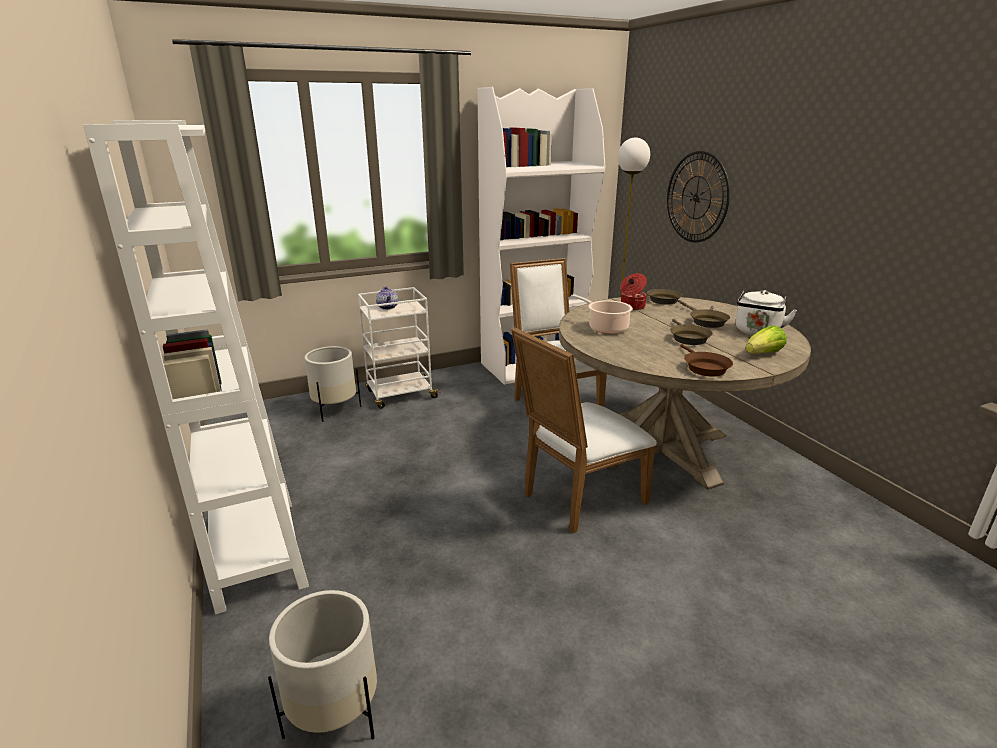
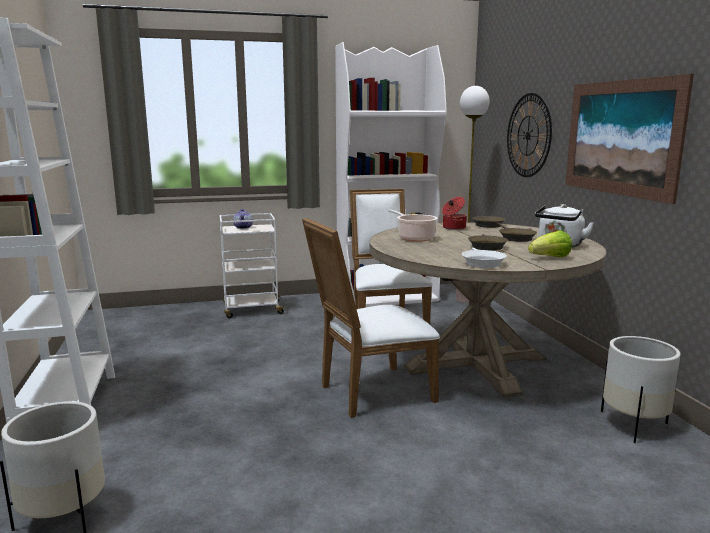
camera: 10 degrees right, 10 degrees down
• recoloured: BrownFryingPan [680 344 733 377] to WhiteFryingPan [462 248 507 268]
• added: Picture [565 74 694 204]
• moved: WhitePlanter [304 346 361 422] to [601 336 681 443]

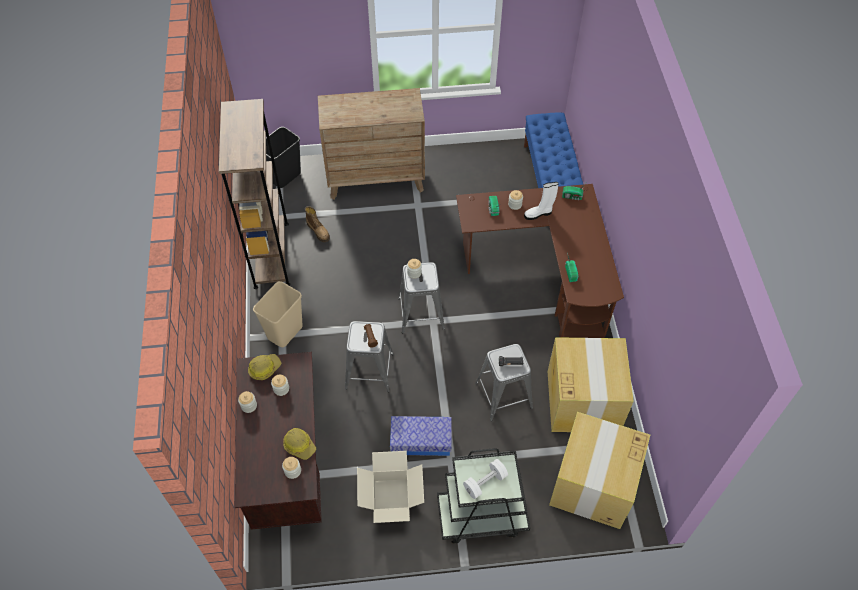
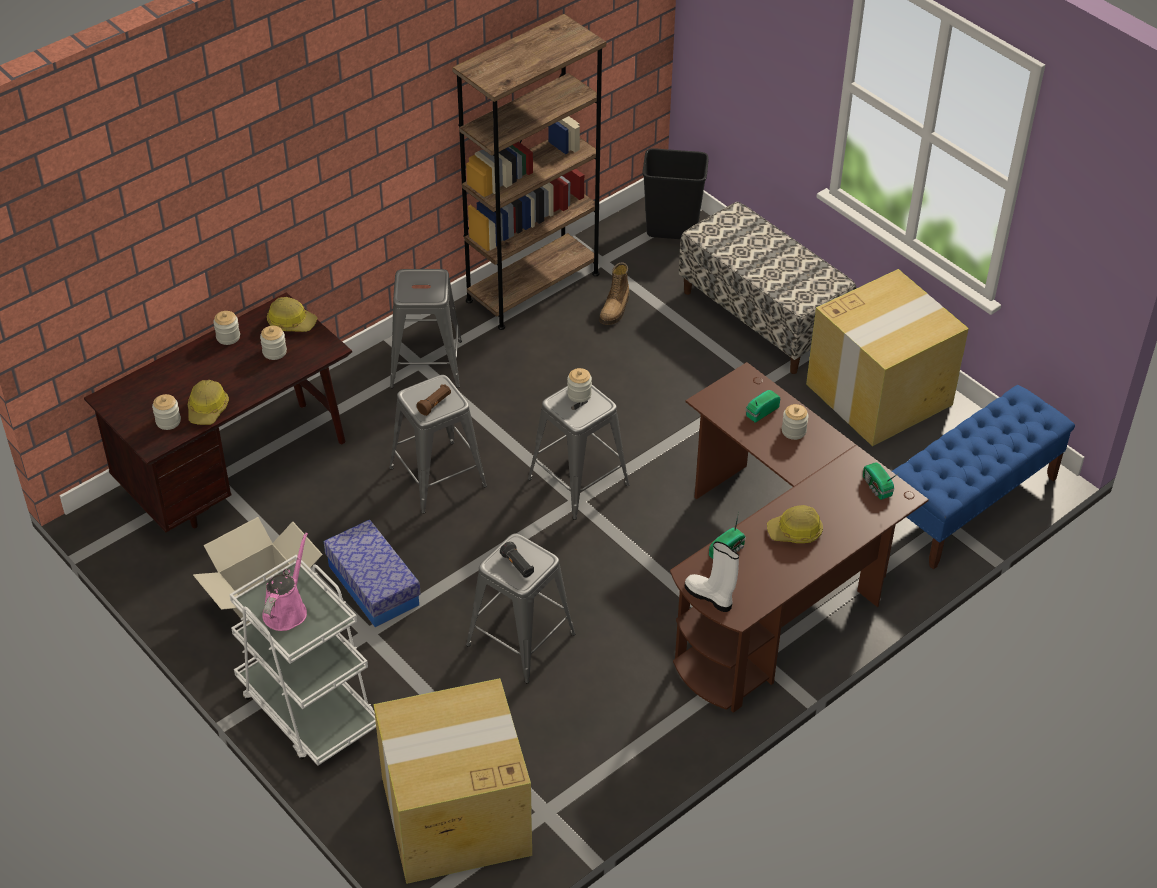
camera: 55 degrees right, 10 degrees down
• recoloured: BlackCart [437 448 530 544] to WhiteCart [229 555 376 766]
• replaced: WhiteDumbbell [463 459 508 499] to PinkWateringCan [262 533 308 631]
• replaced: BeigeTrashCan [253 281 303 347] to GreyStool [390 269 462 388]
• replaced: BrownDresser [318 88 425 199] to Bench [679 202 856 374]
• moved: WhiteBoot [524 182 558 220] to [685 541 739 612]
• added: HardHat [767 505 823 543]
• moved: CardboardBox [547 337 634 432] to [806 269 969 446]

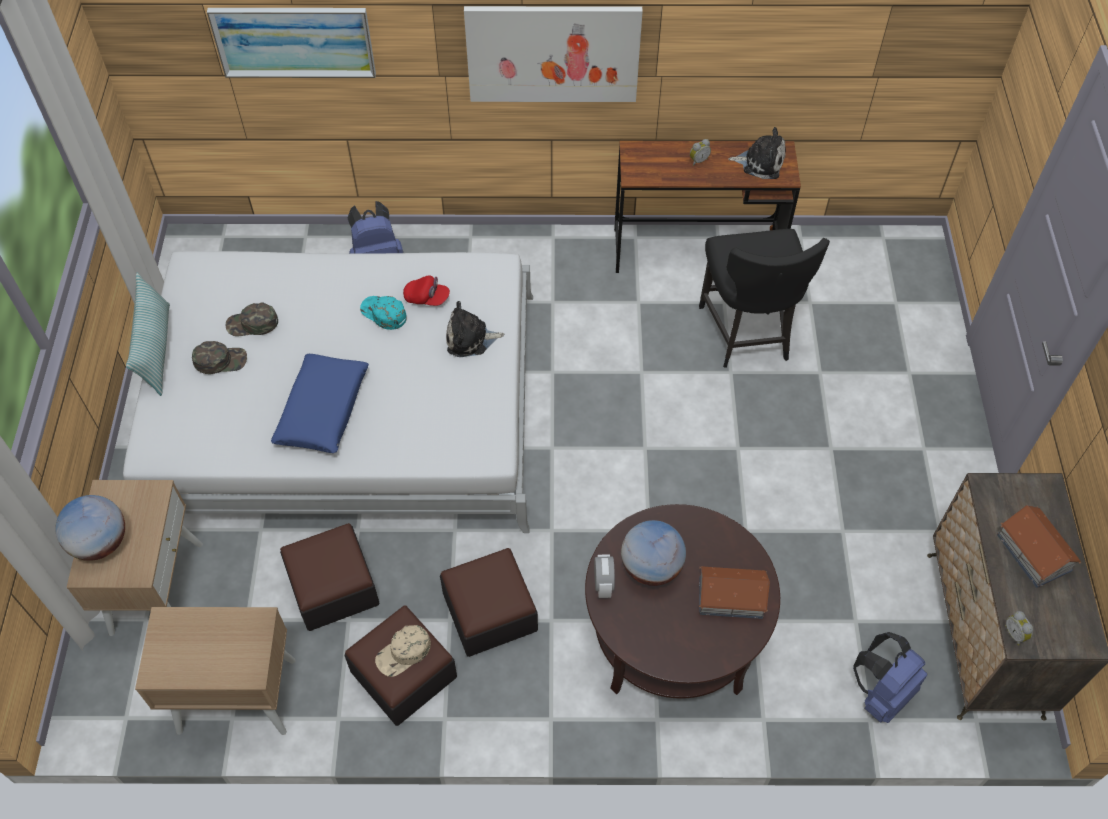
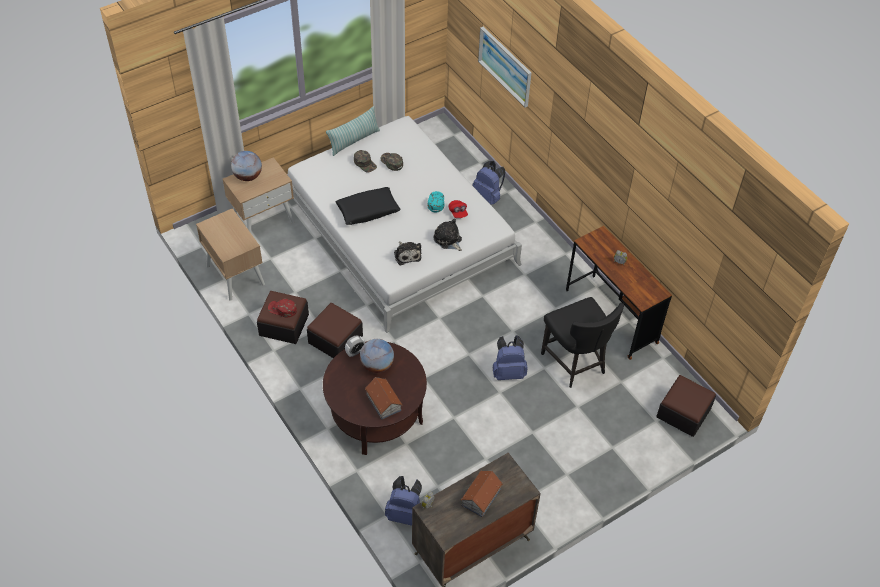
camera: 55 degrees right, 5 degrees down
• recoloured: BeigeCap [375 625 431 677] to RedCap [268 299 297 318]
• recoloured: BluePillow [271 354 369 453] to BlackPillow [336 187 400 225]
• moved: PlushToy [728 127 786 179] to [394 242 421 265]
• added: BlueBackpack [493 335 528 380]
• turned: BlackChair [699 229 830 368] = [541 297 624 388] 75 degrees counterclockwise
• moved: Ottoman [280 523 380 631] to [656 375 716 437]
• removed: Picture [464 6 643 102]

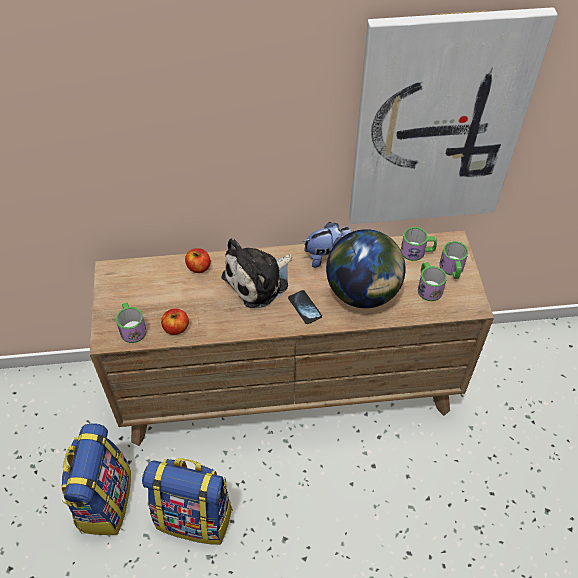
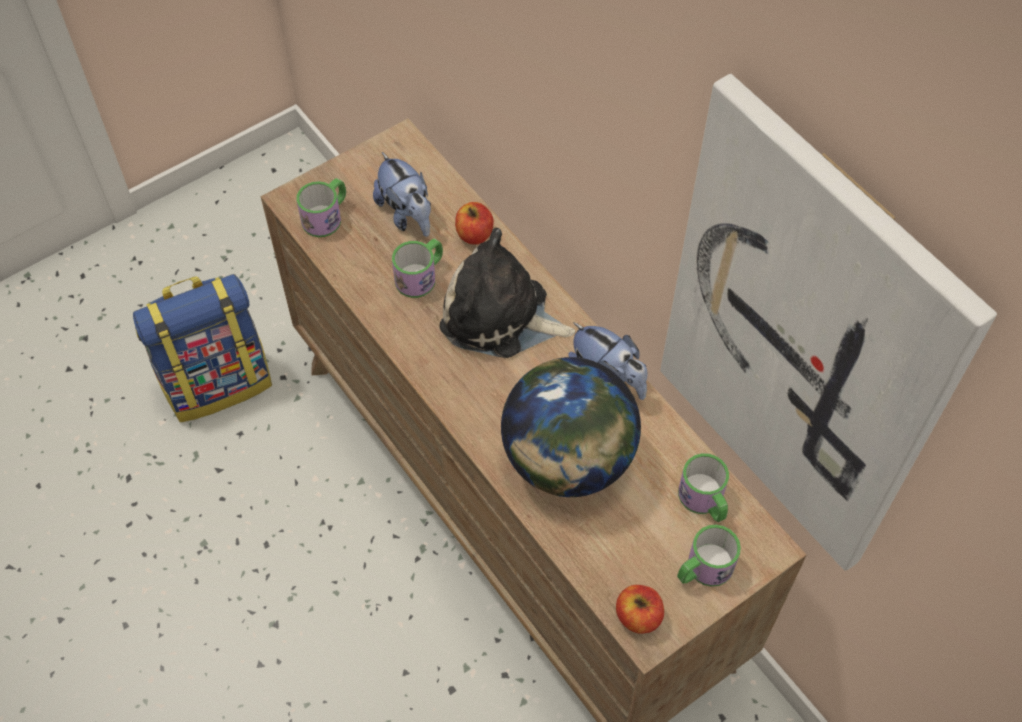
camera: 60 degrees right, 5 degrees up
• added: PlushToy [373 152 431 237]
• moved: Mug [418 262 447 301] to [392 238 443 298]
• moved: Apple [161 309 189 335] to [616 585 664 634]
• removed: Backpack [142 458 233 545]
• removed: Phone [288 290 322 324]

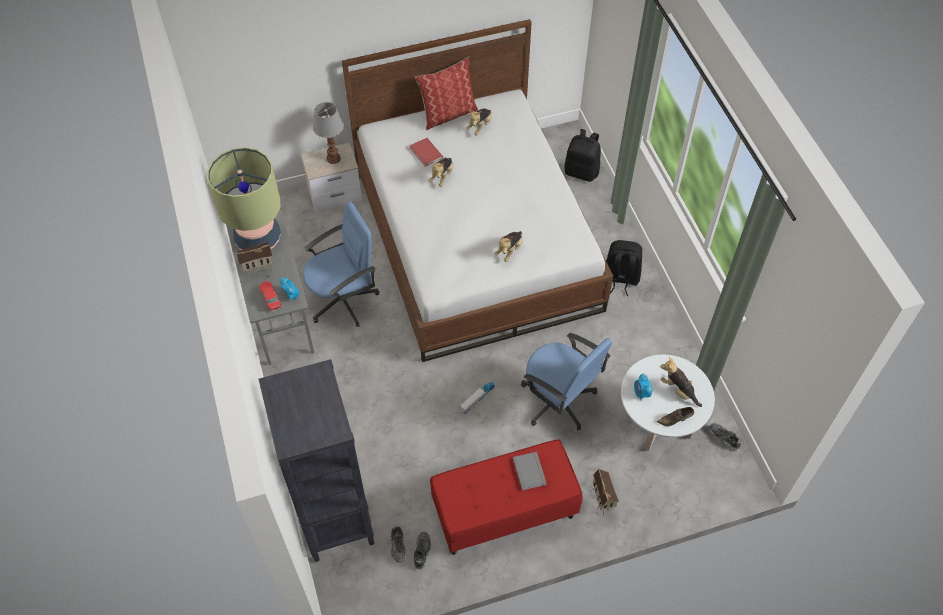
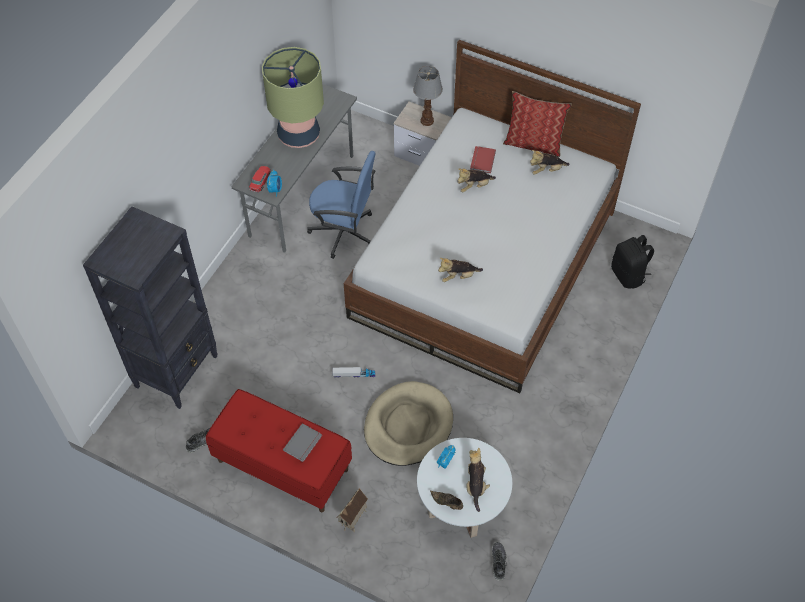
camera: 45 degrees right, 0 degrees up
• replaced: BlueOfficeChair [521 333 612 431] to BeigeDogBed [364 381 453 466]
• removed: ToyHouse [236 242 273 284]
• removed: Shoe [390 526 406 563]
• removed: BlackBackpack [606 240 642 296]

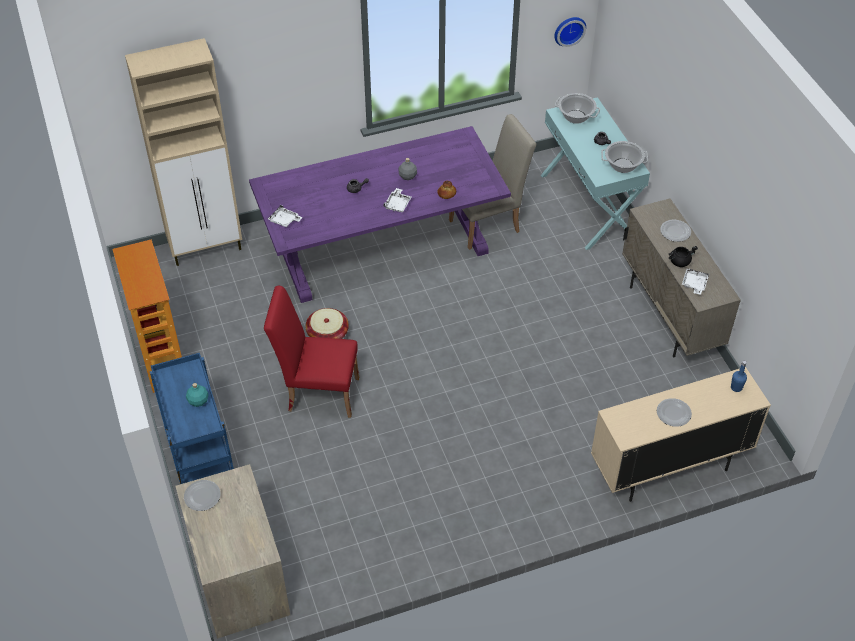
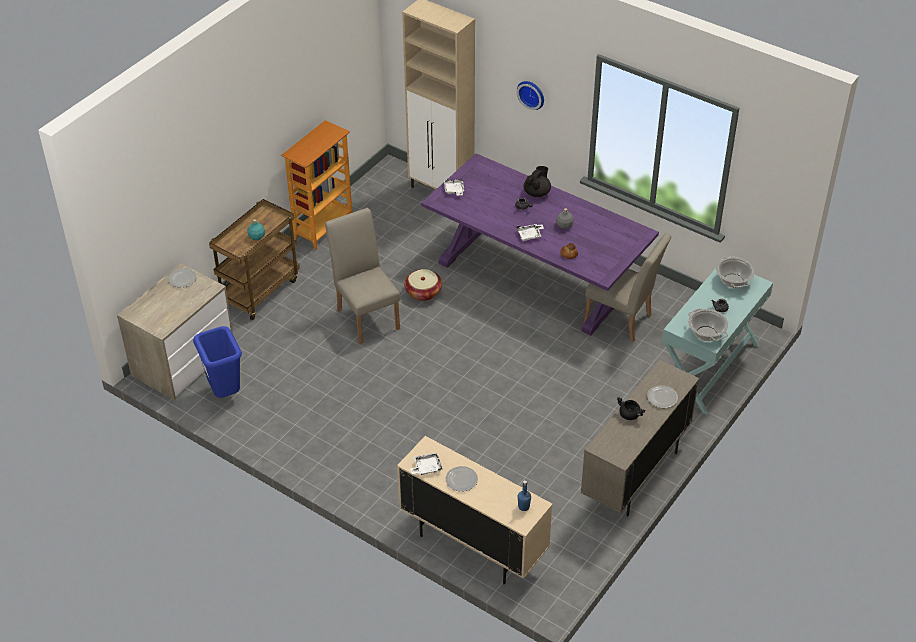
camera: 55 degrees right, 5 degrees down
• added: BlueTrashCan [193 326 242 398]
• recoloured: BlueCart [150 353 234 484] to BrownCart [209 199 300 320]
• recoloured: RedChair [264 286 359 418] to BeigeChair [325 208 400 344]
• moved: WhiteTray [682 268 709 295] to [410 452 442 475]
• moved: WallClock [554 17 586 47] to [517 81 544 110]
• added: BlackTeapot [524 166 551 197]

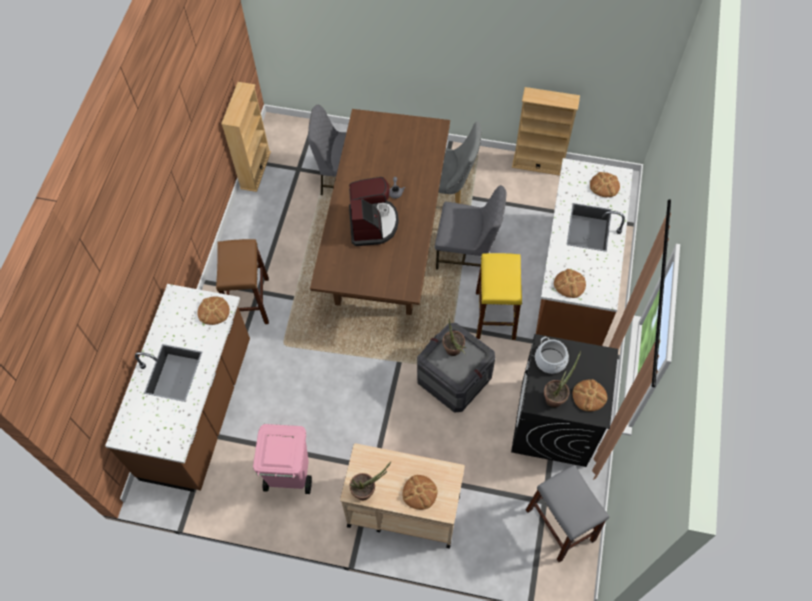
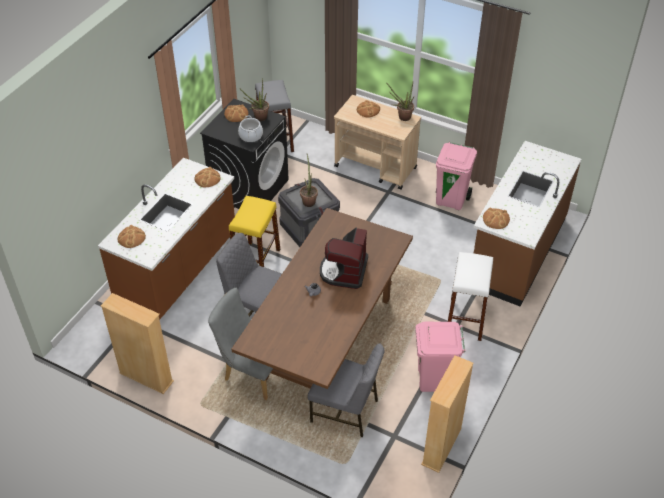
camera: 165 degrees left, 15 degrees down
• added: PinkTrashCan [415 322 466 392]
• recoloured: BrownStool [216 239 269 324] to WhiteStool [448 252 493 341]

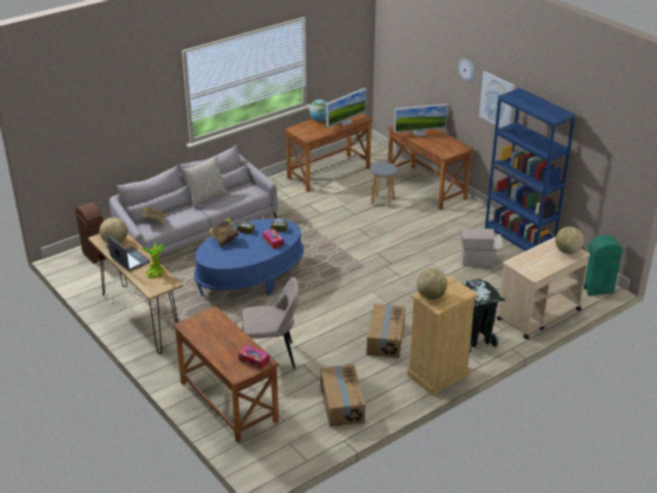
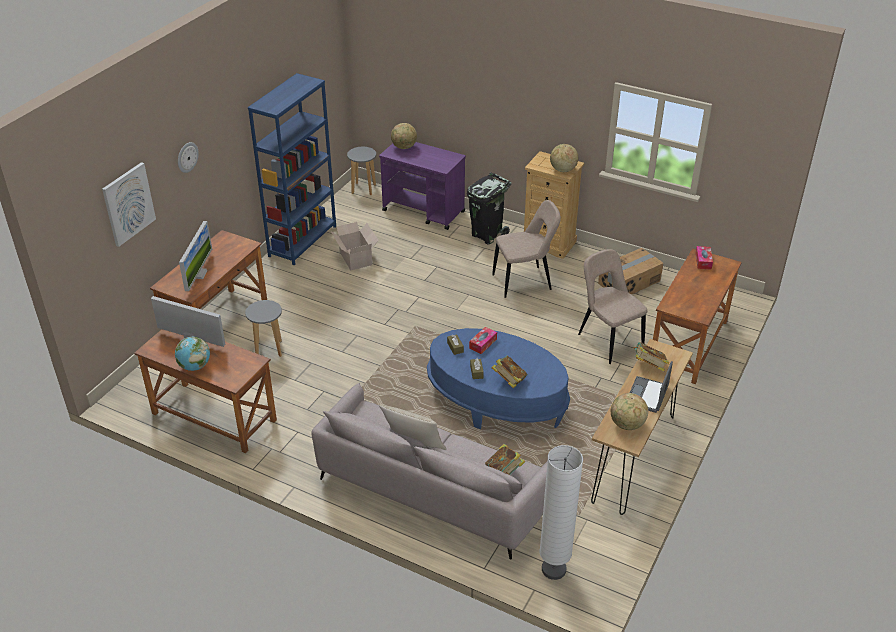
camera: 115 degrees left, 5 degrees up
• moved: Picture [479 71 515 128] to [102 162 156 247]
• turned: Monitor [394 104 448 136] = [179 221 212 291] 45 degrees clockwise
• replaced: GreenTrashCan [584 235 624 296] to GreyStool [347 147 376 195]
• recoloured: BeigeCart [497 237 590 339] to PurpleCart [379 142 466 230]
• replaced: CardboardBox [367 303 405 358] to BeigeChair [492 200 561 298]
• replaced: BrownTrashCan [75 202 107 264] to WhiteFloorLamp [539 445 583 580]
• replaced: PottedPlant [140 242 167 278] to Book [633 342 669 371]

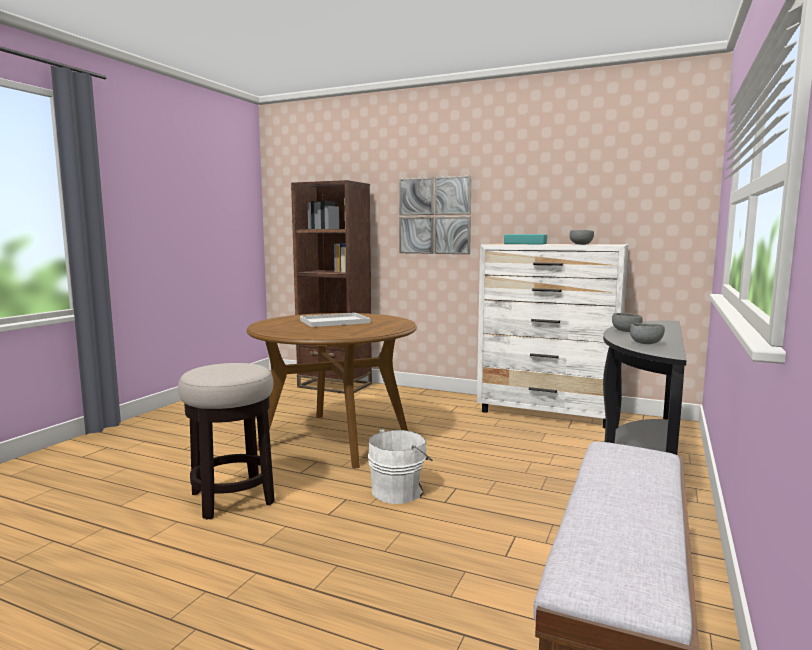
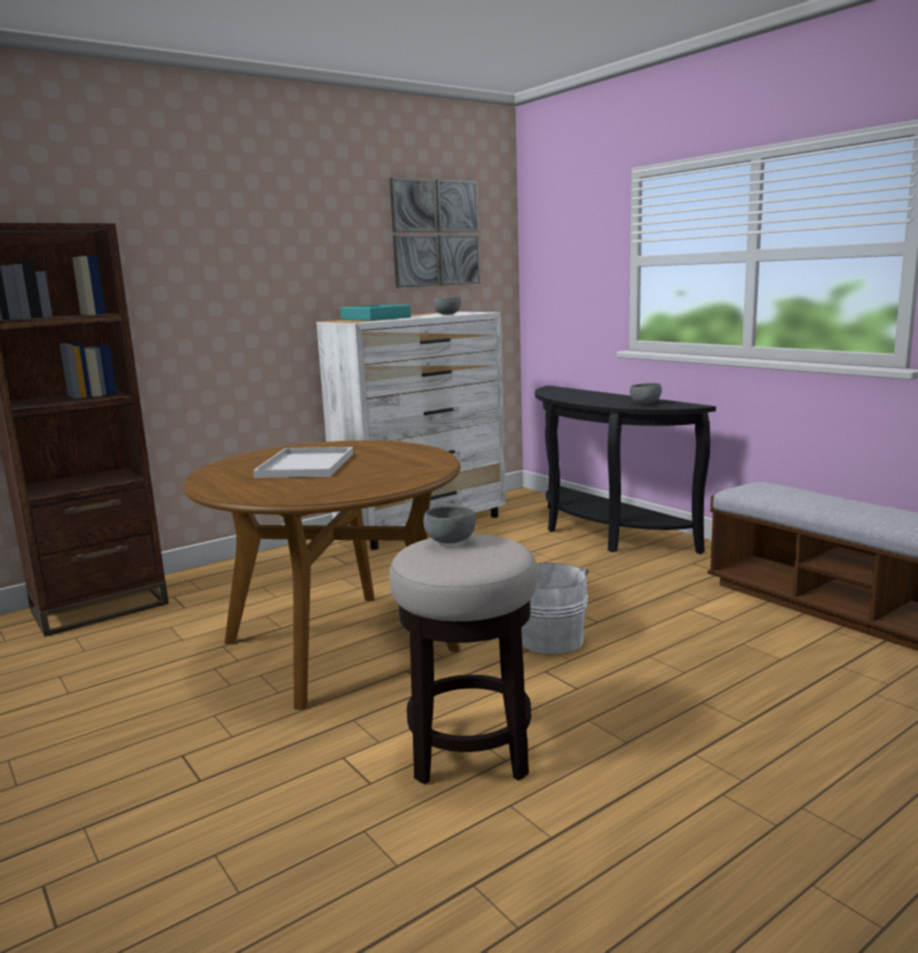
camera: 60 degrees left, 5 degrees up
• moved: Picture [399 176 472 254] to [390 178 480 288]
• moved: GreyBowl [612 313 643 332] to [424 506 476 544]

